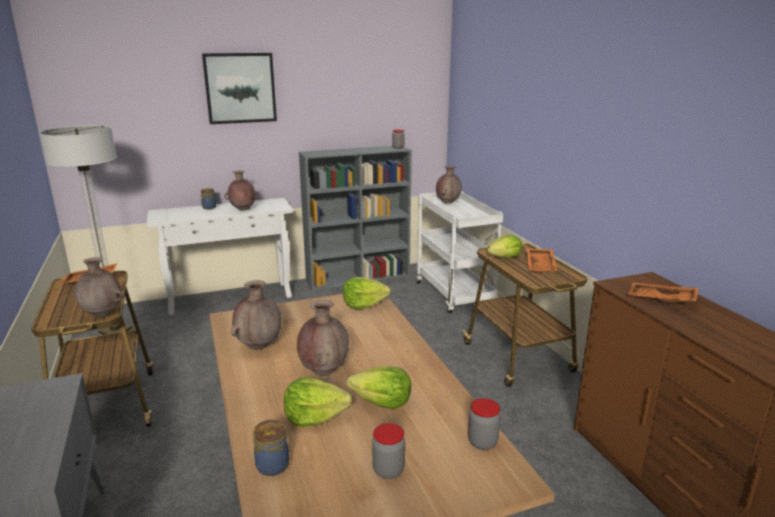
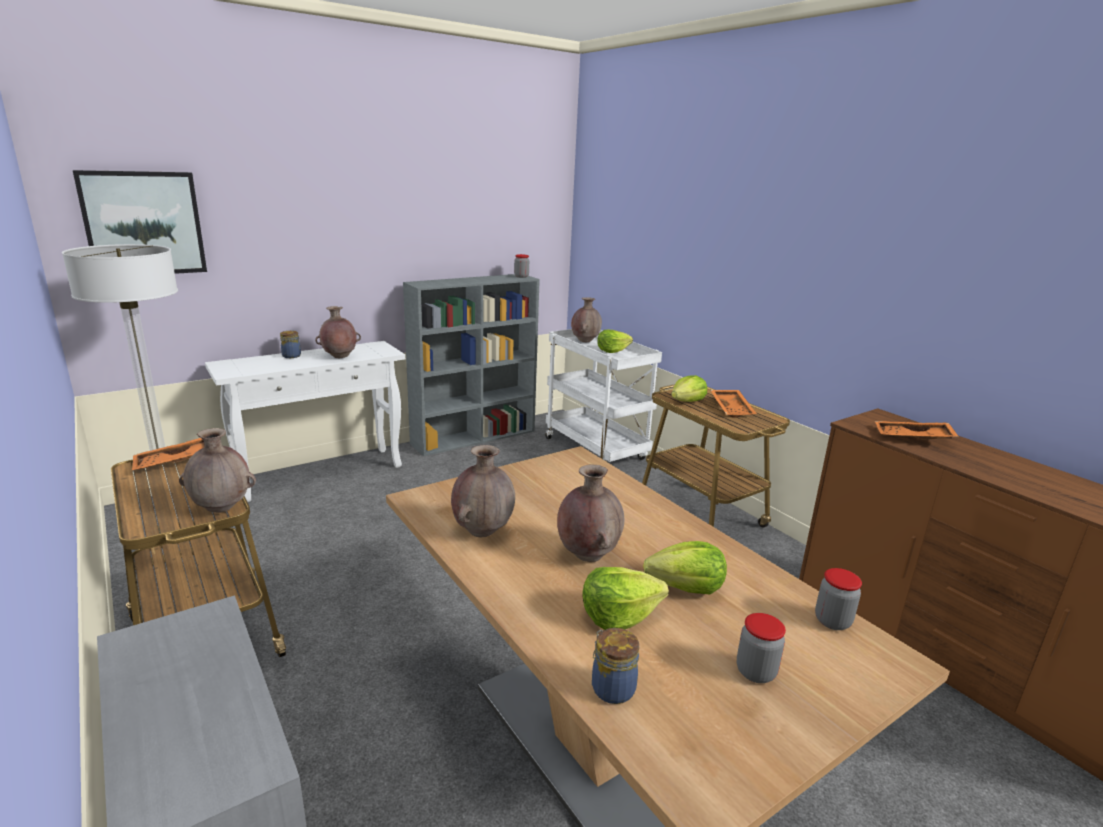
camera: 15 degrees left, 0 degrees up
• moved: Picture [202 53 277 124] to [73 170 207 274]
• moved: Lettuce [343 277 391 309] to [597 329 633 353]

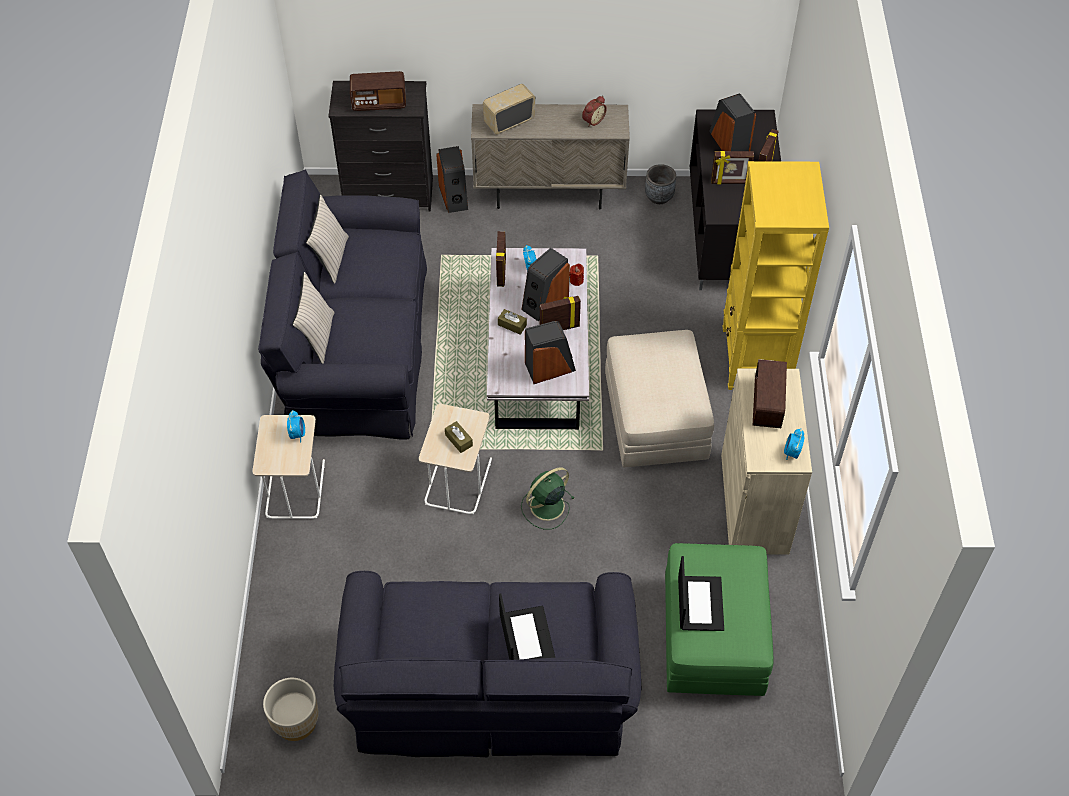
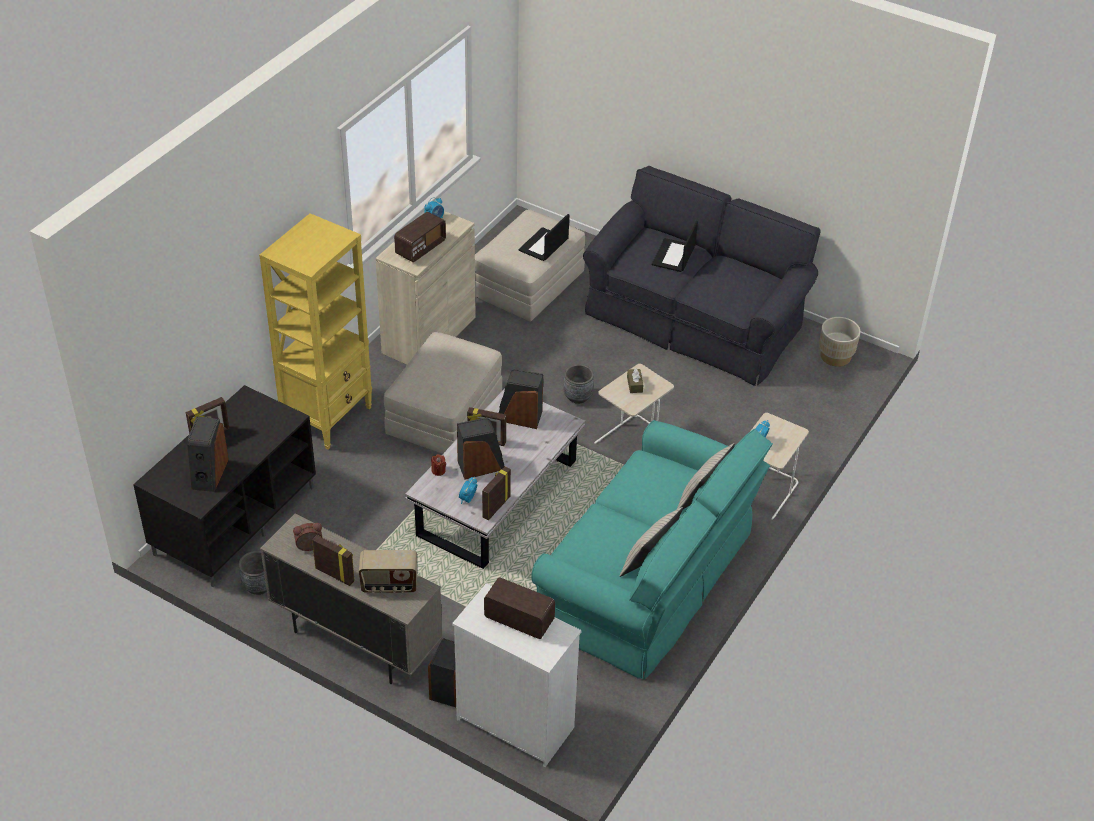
camera: 150 degrees left, 10 degrees down
• moved: PictureFrame [711 151 754 184] to [312 535 355 586]
• recoloured: BlackDresser [328 81 433 211] to WhiteDresser [452 583 582 767]
• recoloured: GreenOttoman [665 543 774 696] to BeigeOttoman [475 210 586 322]
• recoloured: BlackSofa [258 170 427 440] to TurquoiseSofa [531 420 773 680]
• replaced: GreenFan [521 467 575 530] to GreyPlanter [564 364 594 404]
• removed: BrownTissueBox [498 309 527 335]

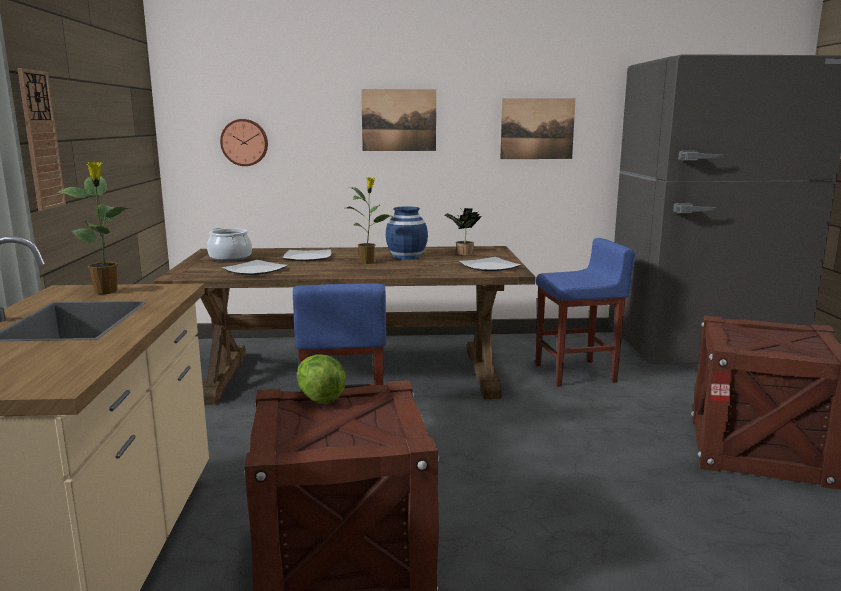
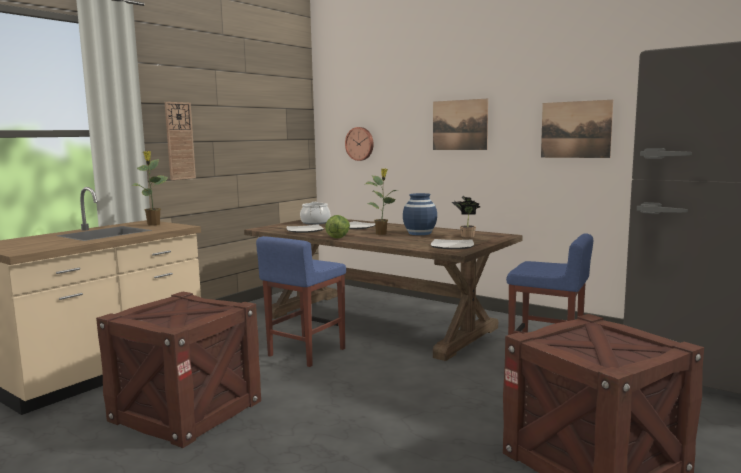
camera: 40 degrees right, 5 degrees down
• moved: Lettuce [297 354 346 404] to [325 215 350 238]

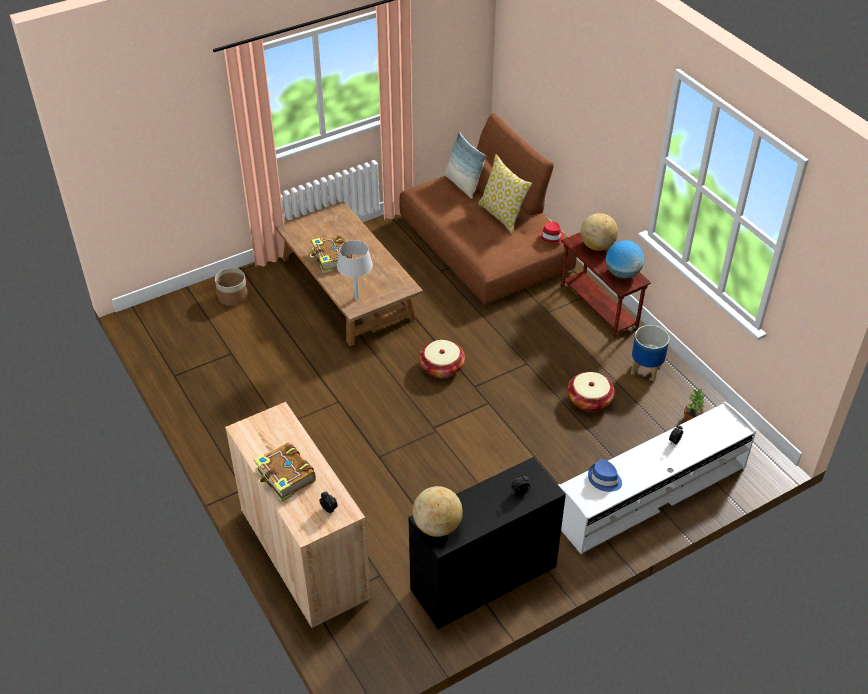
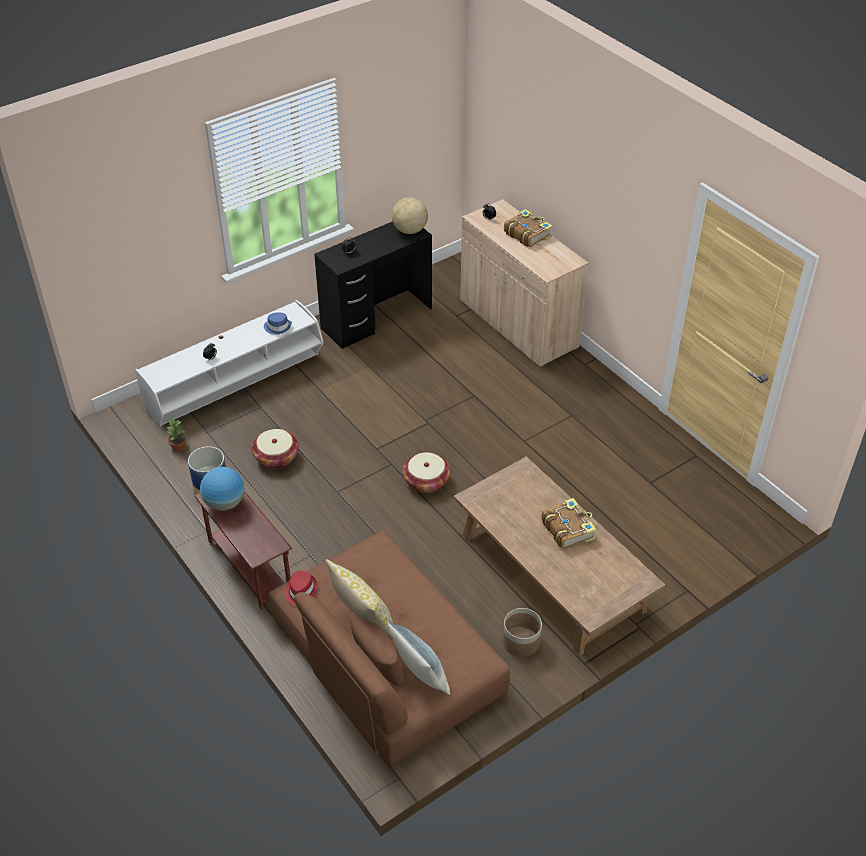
camera: 175 degrees right, 0 degrees up
• moved: Planter [215 268 248 306] to [503 608 542 657]
• removed: GreyTableLamp [337 240 373 300]
• removed: Globe [580 213 618 251]

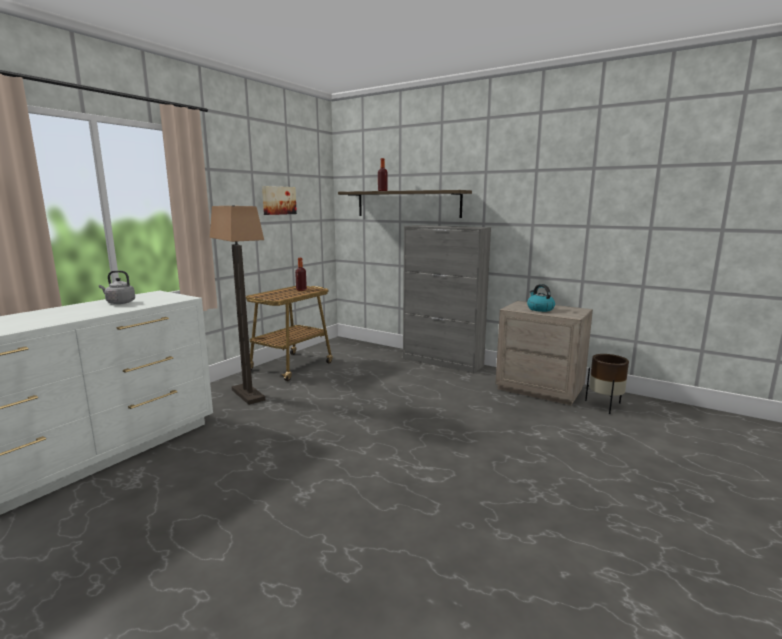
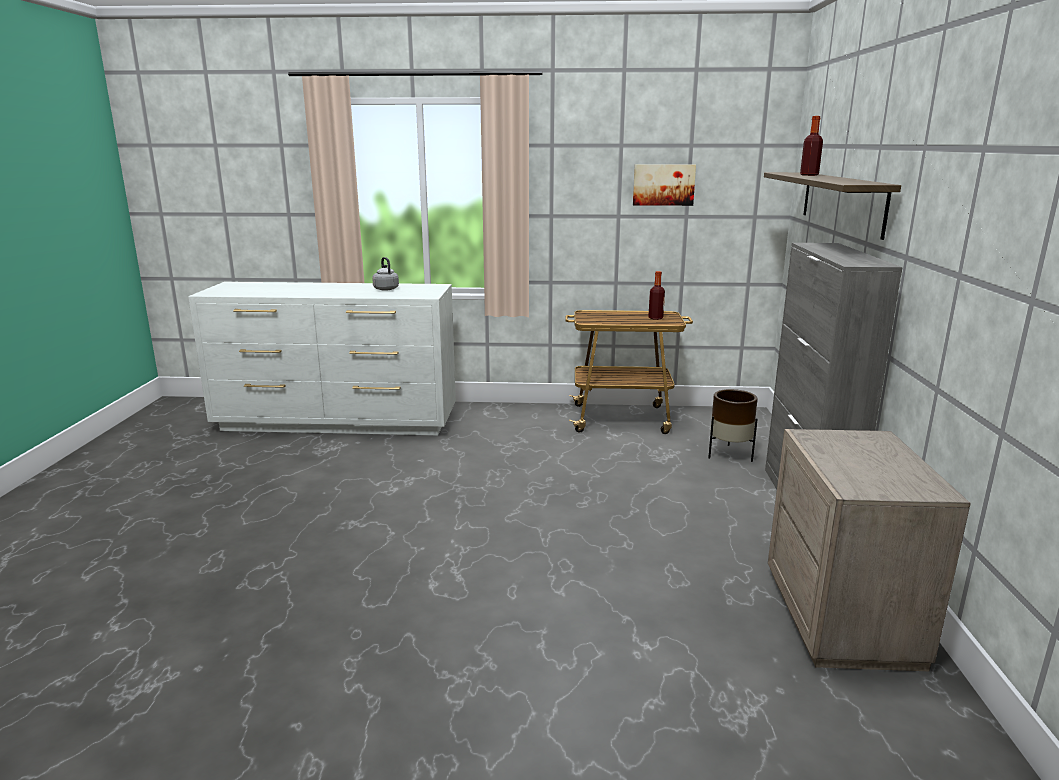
camera: 60 degrees right, 5 degrees up
• moved: BrownPlanter [585 354 629 414] to [708 389 758 462]
• removed: FloorLamp [210 205 265 405]
• removed: Kettle [527 284 555 312]

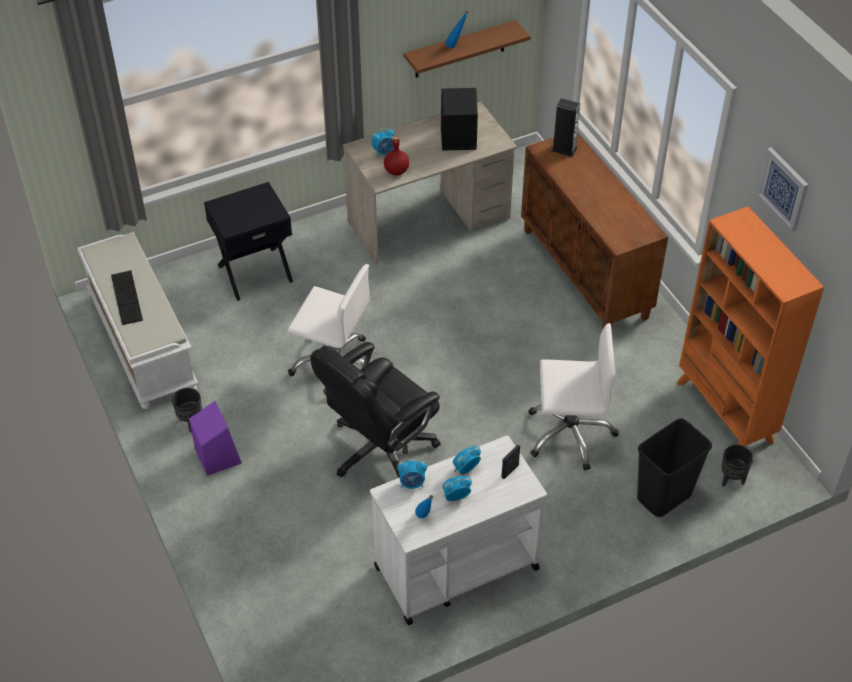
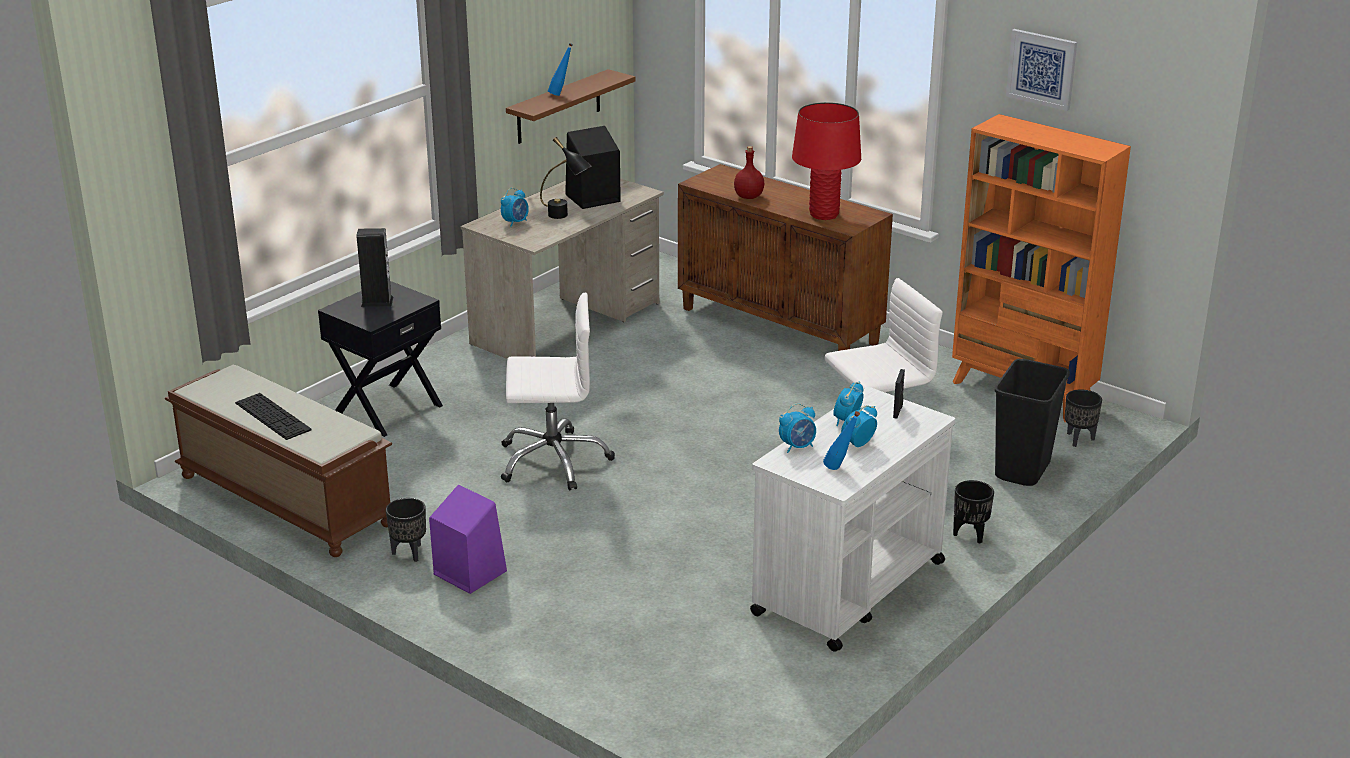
camera: 25 degrees left, 20 degrees down
• recoloured: WhiteBench [77 232 198 409] to BrownBench [165 365 392 557]
• moved: Speaker [551 98 580 157] to [357 228 394 307]
• added: BlackTableLamp [540 137 592 219]
• moved: RedBottle [384 137 409 176] to [734 146 764 199]
• added: RedTableLamp [792 102 861 220]
• added: BlackPlanter [953 480 994 544]
• removed: BlackOfficeChair [310 342 441 478]

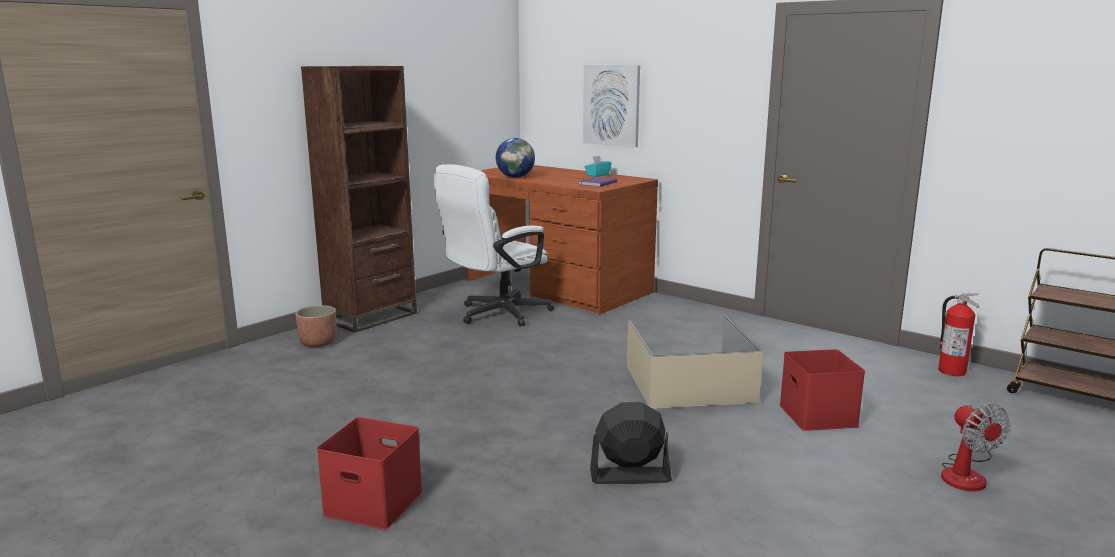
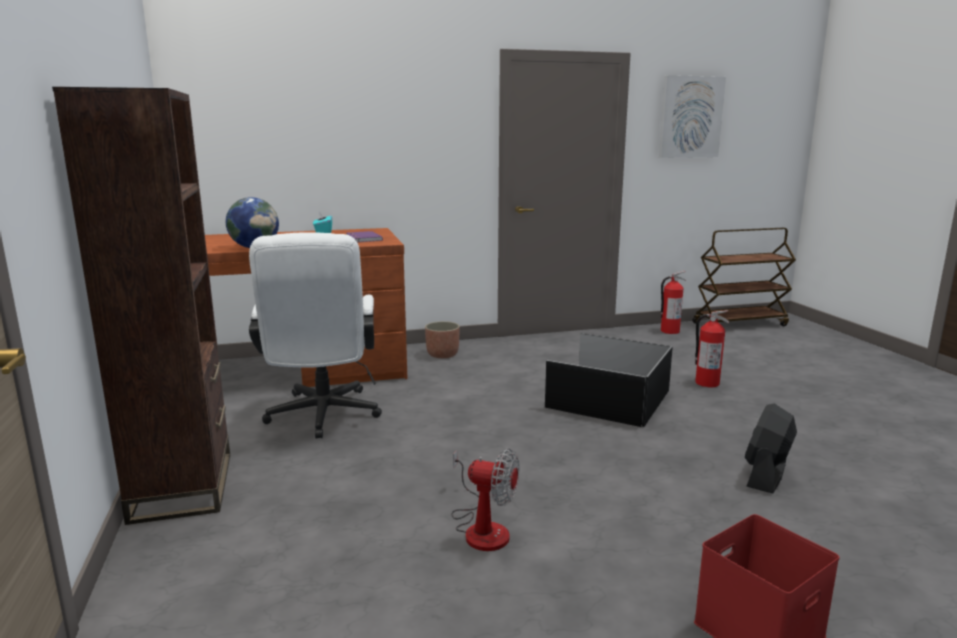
camera: 55 degrees left, 0 degrees up
• moved: Planter [295 305 337 347] to [425 321 460 358]
• moved: Fan [941 403 1010 491] to [452 448 520 551]
• recoloured: BeigeStorageBox [627 316 763 409] to BlackStorageBox [545 333 673 427]
• moved: Picture [583 65 640 148] to [659 75 726 158]
• replaced: RedStorageBox [780 349 865 431] to FireExtinguisher [695 310 729 387]

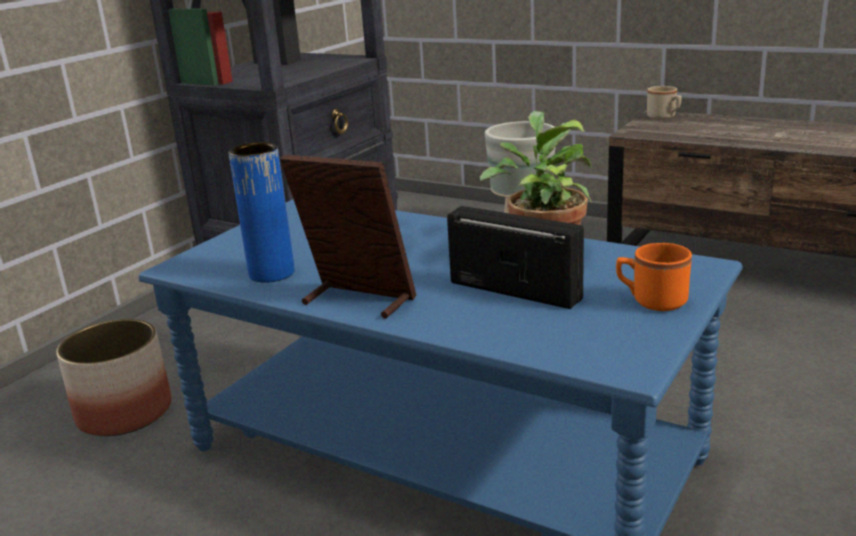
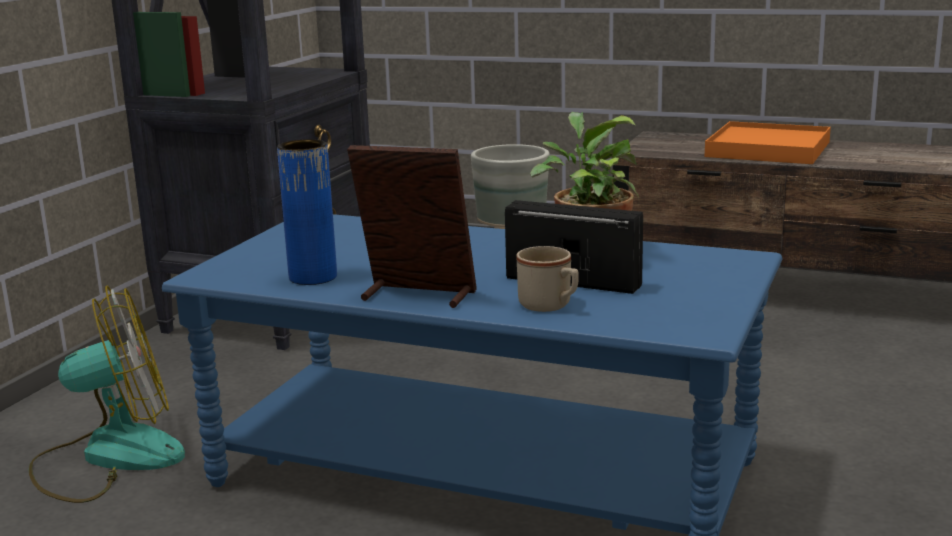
camera: 10 degrees left, 5 degrees down
• replaced: Planter [56 319 171 436] to Fan [29 286 185 503]
• moved: BeigeMug [647 86 681 120] to [517 246 579 312]
• added: OrangeTray [705 121 831 164]
• removed: OrangeMug [616 243 692 311]

